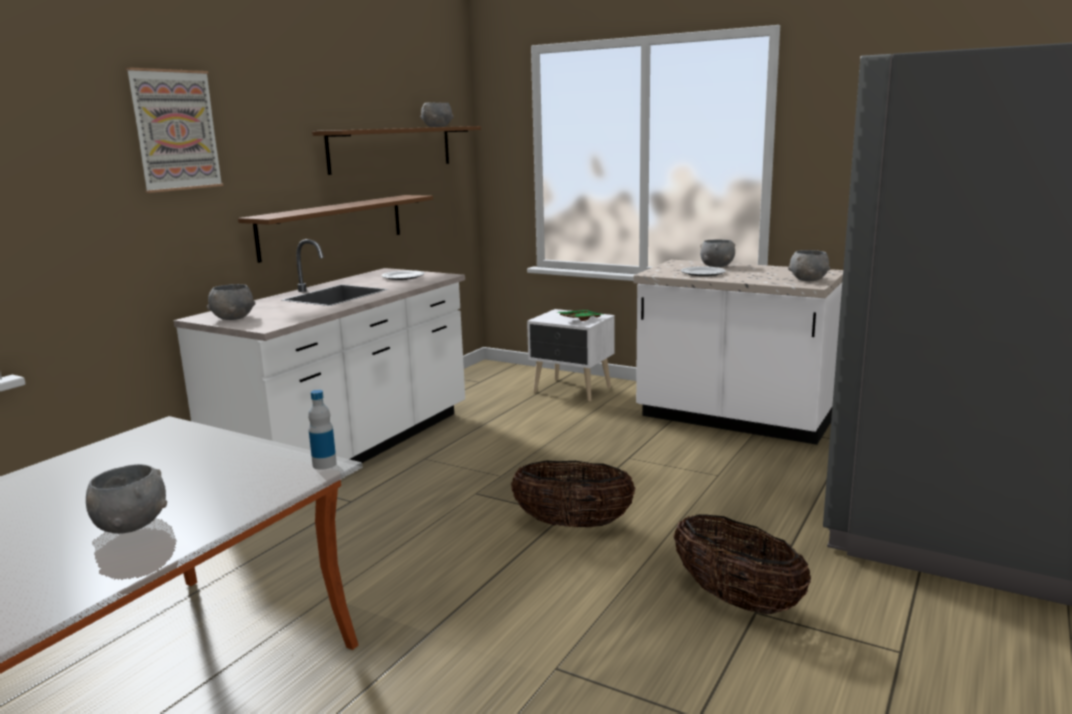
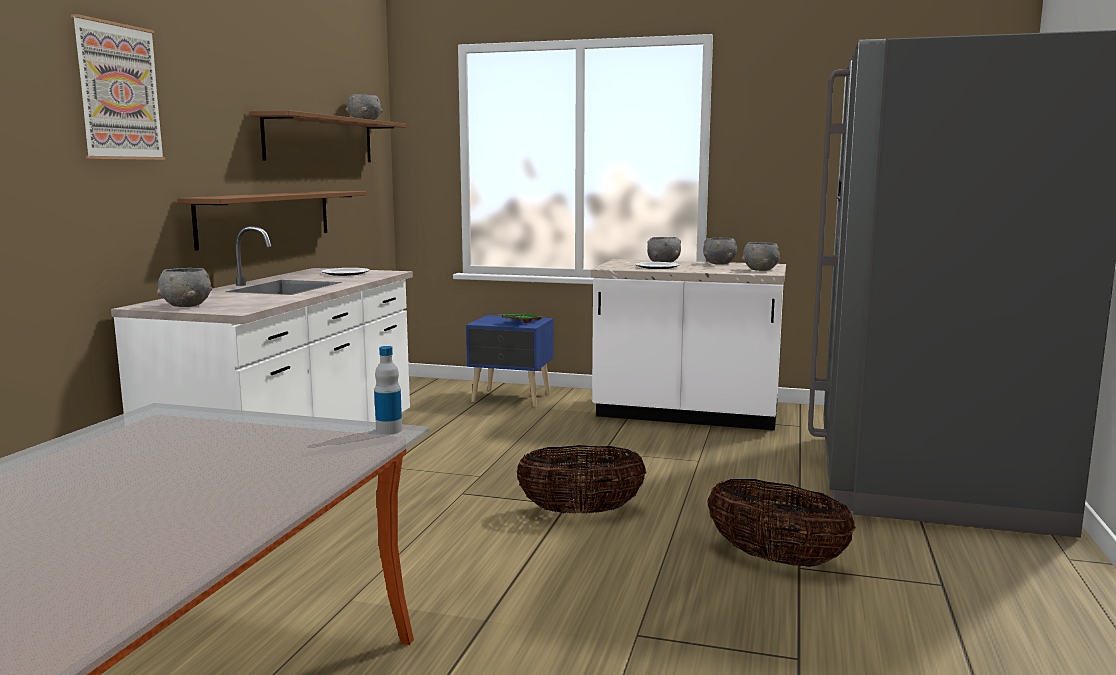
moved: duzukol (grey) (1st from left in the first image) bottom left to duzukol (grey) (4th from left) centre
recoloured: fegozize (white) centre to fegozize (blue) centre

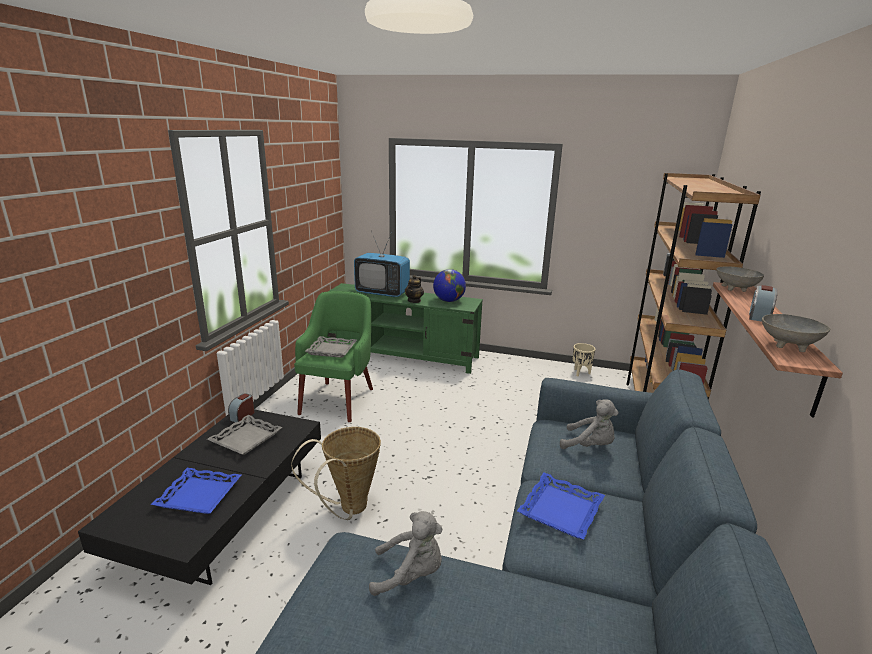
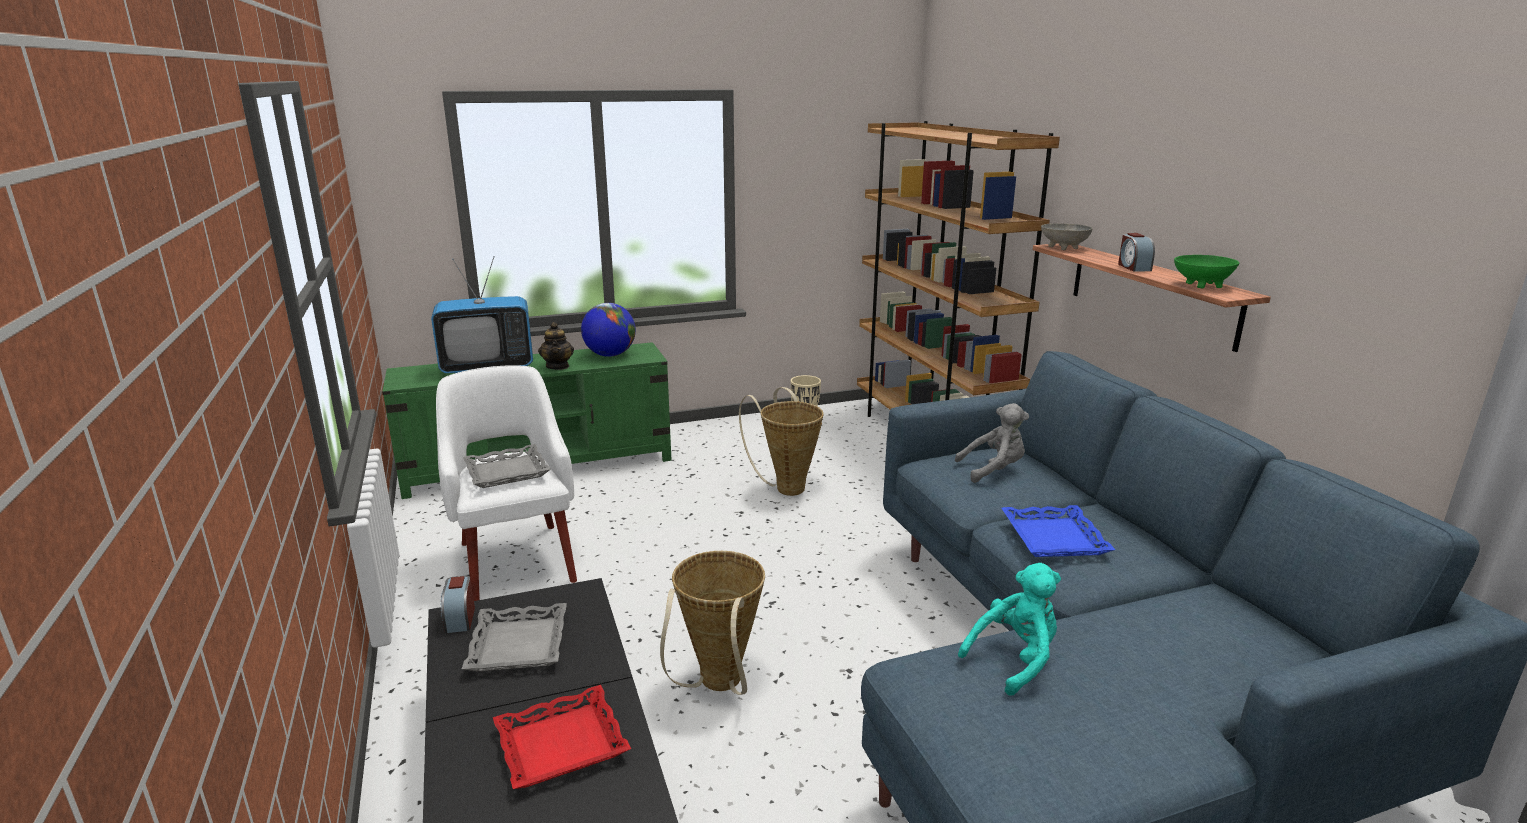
added: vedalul (2nd from left) centre
recoloured: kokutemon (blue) (1st from left) bottom left to kokutemon (red) bottom centre; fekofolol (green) centre to fekofolol (white) middle left; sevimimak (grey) (1st from left) bottom centre to sevimimak (turquoise) bottom centre; duzukol (grey) (2nd from left) middle right to duzukol (green) top right

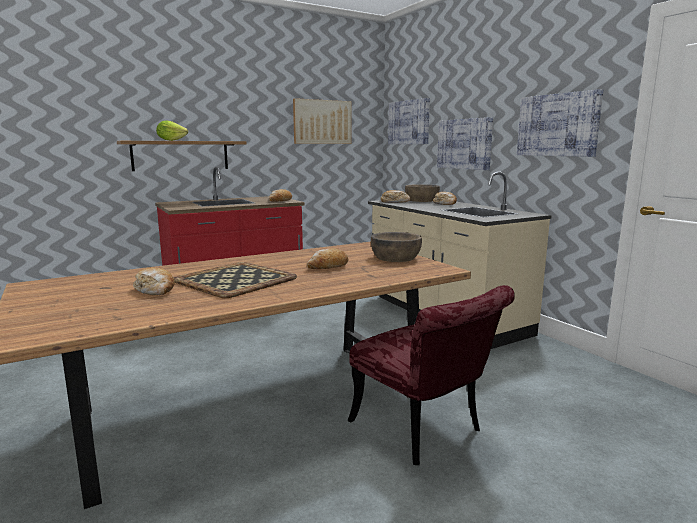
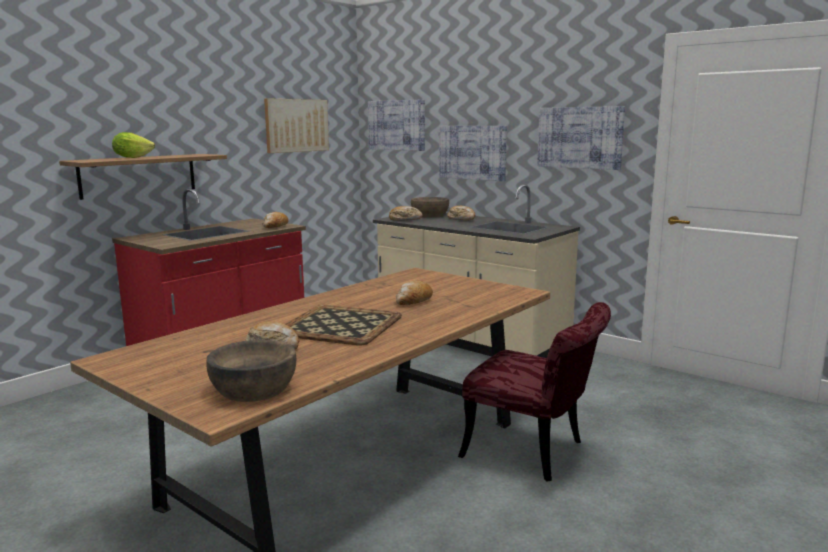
moved: duzukol (brown) (1st from left) centre to bottom left

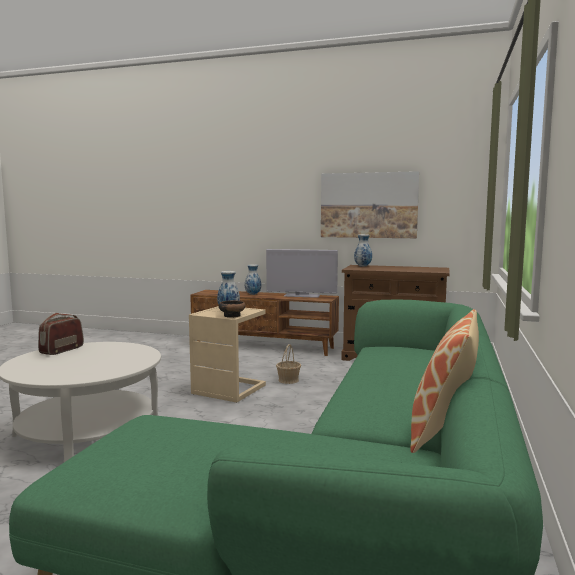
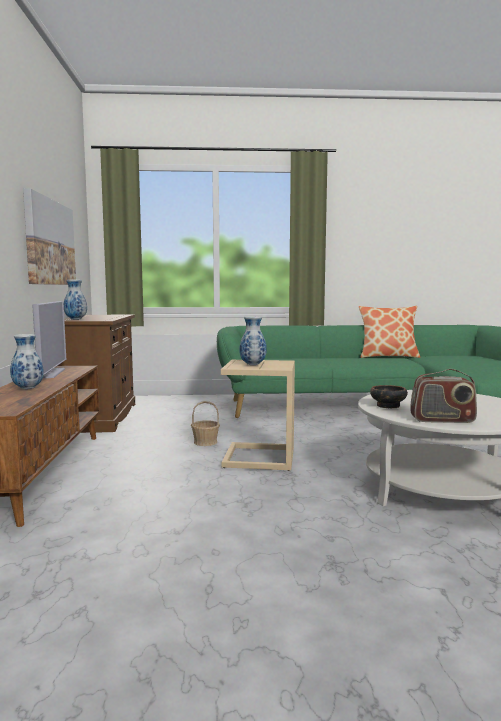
moved: duzukol centre to middle right

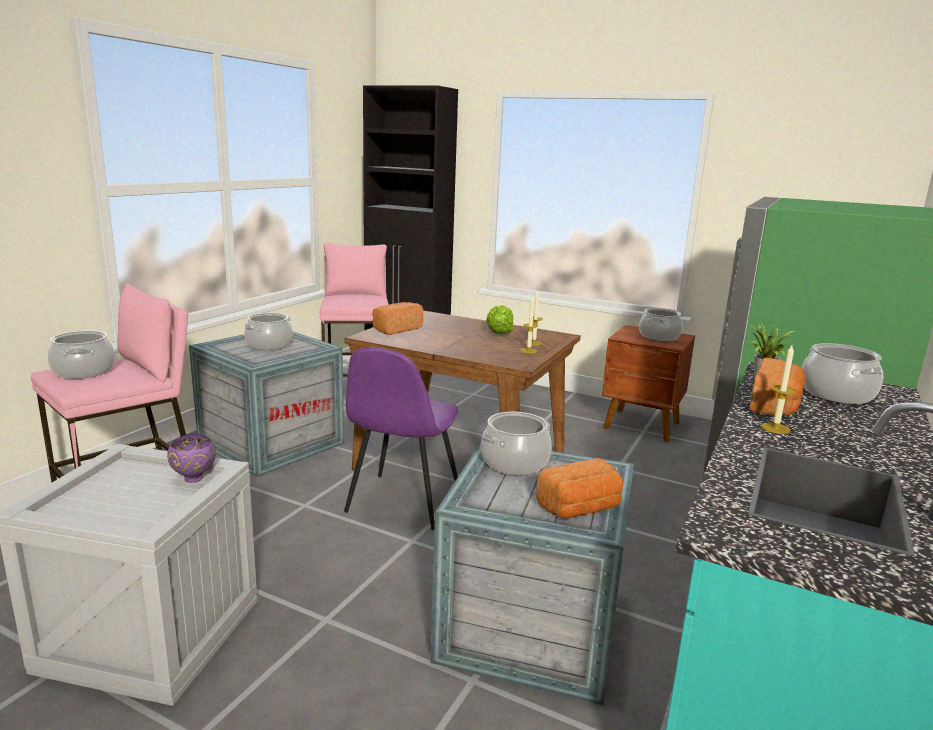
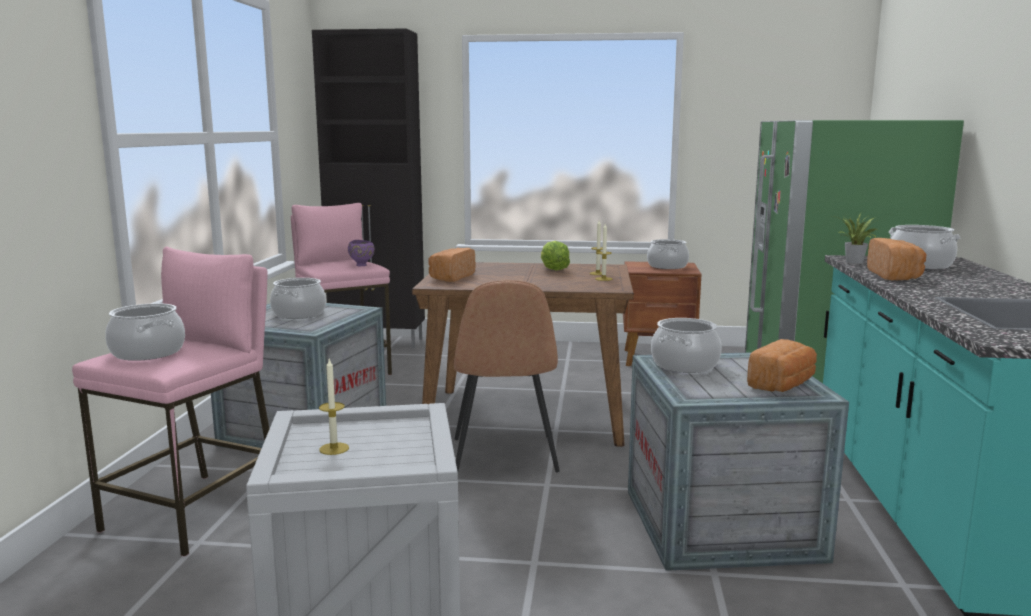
moved: duzukol (purple) middle left to centre; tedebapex (3rd from left in the first image) middle right to tedebapex (1st from left) middle left
recoloured: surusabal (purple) centre to surusabal (brown) centre

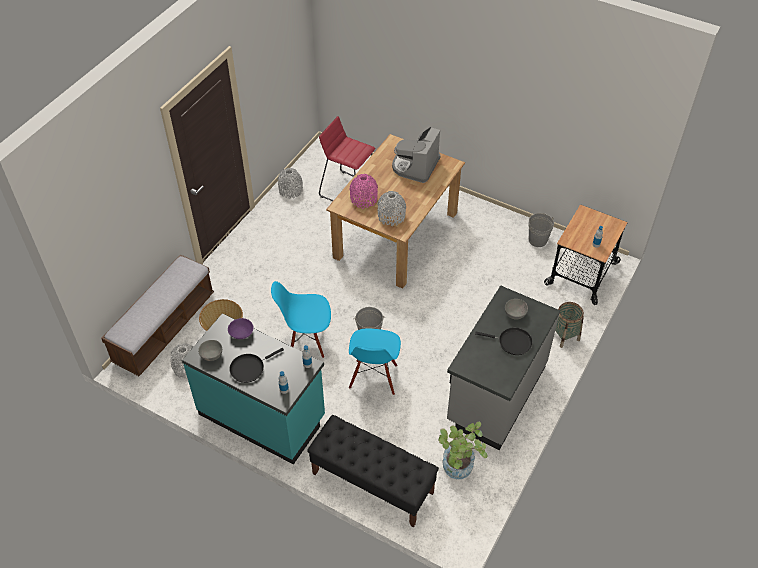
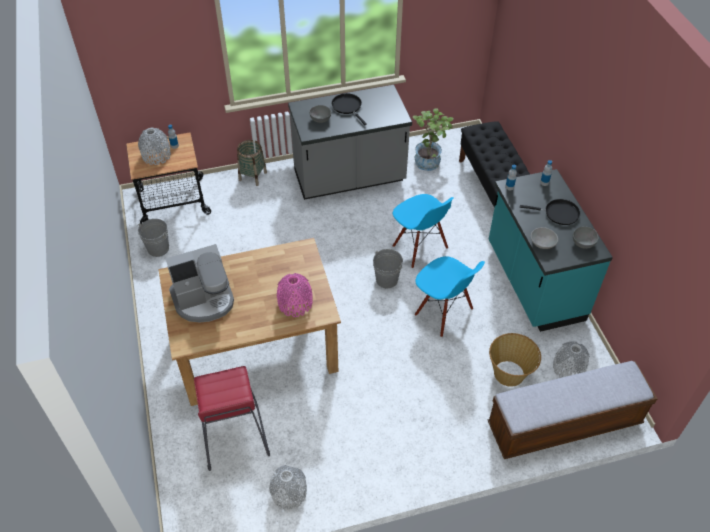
moved: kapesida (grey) (3rd from left in the first image) centre to kapesida (grey) (1st from left) top left
recoloured: duzukol (purple) middle left to duzukol (grey) (2nd from left) middle right
turned: surusabal (blue) (2nd from left in the first image) centre = centre 90 degrees clockwise

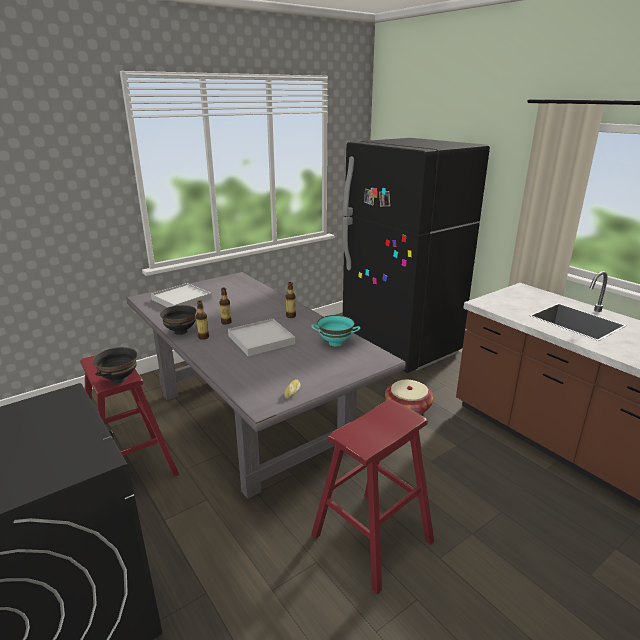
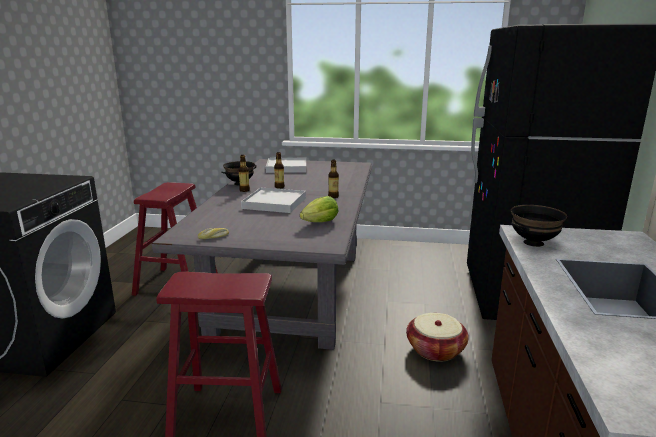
moved: duzukol (black) (1st from left in the first image) middle left to duzukol (black) (2nd from left) middle right
replaced: duzukol (turquoise) centre to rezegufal centre

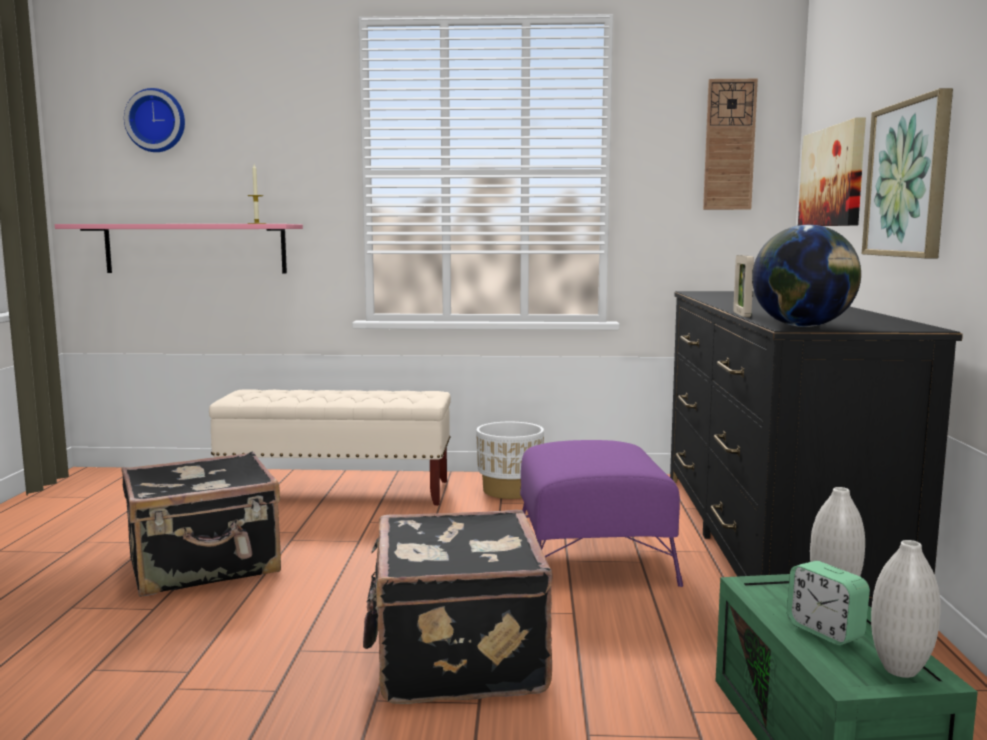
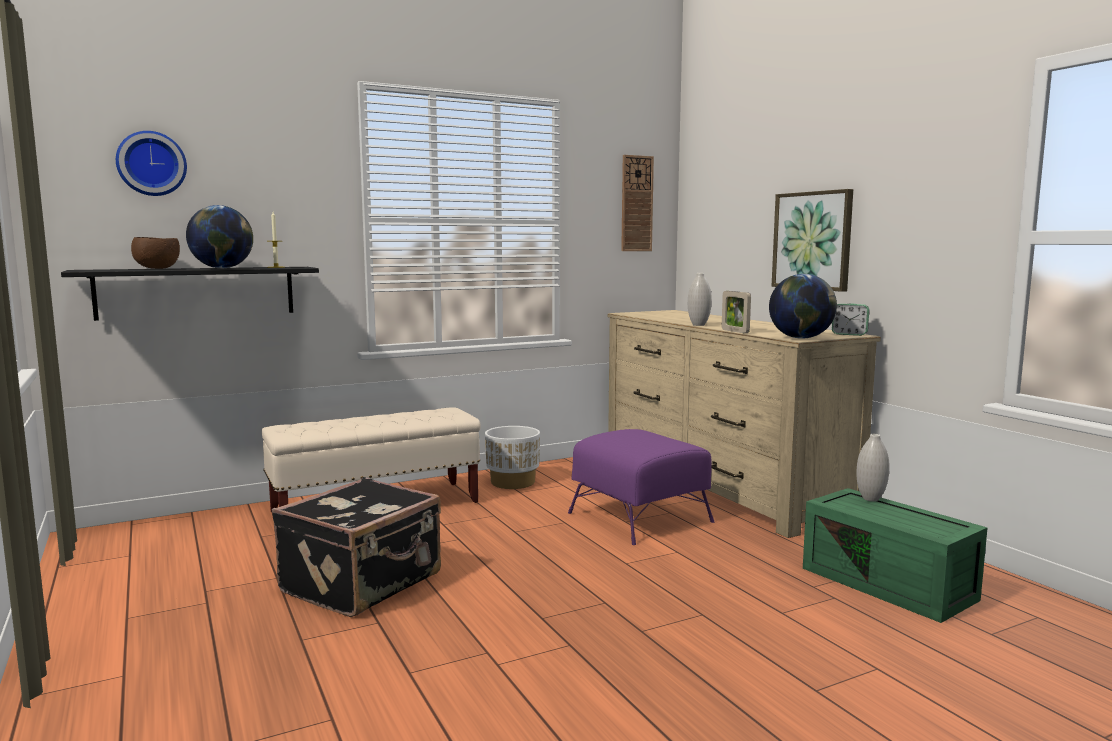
removed: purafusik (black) (2nd from left) bottom centre; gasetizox (1st from left) top right
added: duzukol (brown) middle left; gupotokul (1st from left) top left
moved: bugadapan bottom right to middle right; kapesida (white) (2nd from left in the first image) bottom right to kapesida (white) (1st from left) centre
recoloured: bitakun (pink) middle left to bitakun (black) middle left; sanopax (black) middle right to sanopax (beige) middle right

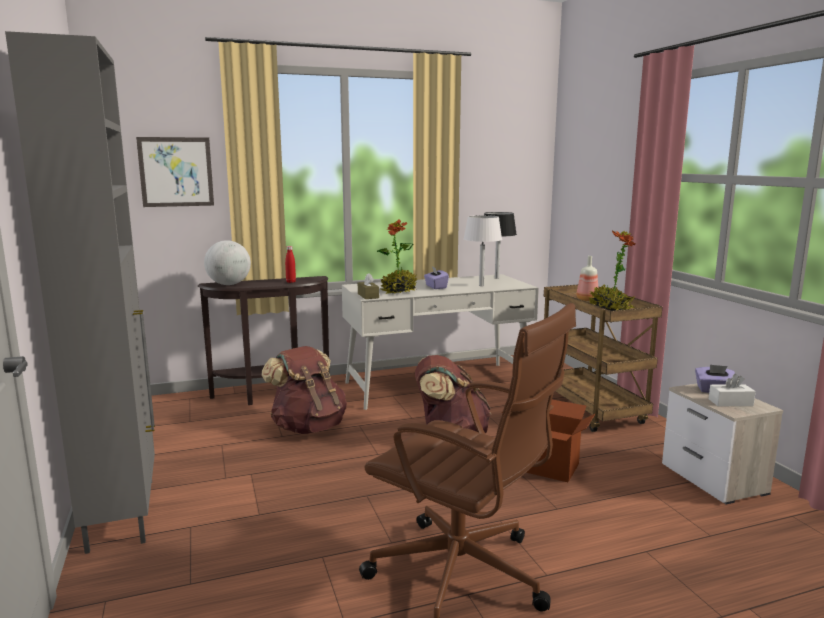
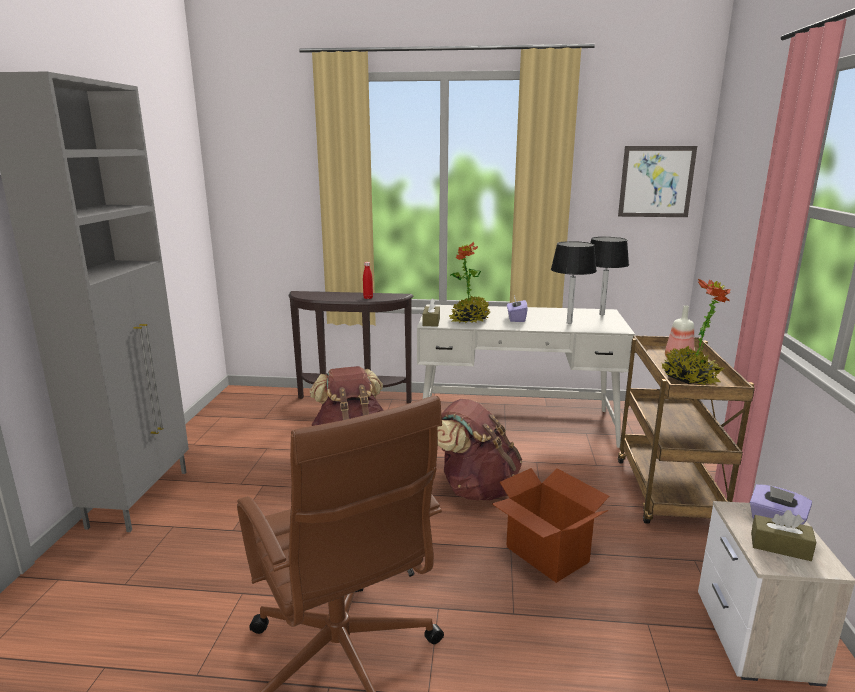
removed: gupotokul middle left
moved: gasetizox top left to top right
recoloured: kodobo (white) centre to kodobo (black) (1st from left) middle right; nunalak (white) middle right to nunalak (brown) (2nd from left) bottom right

